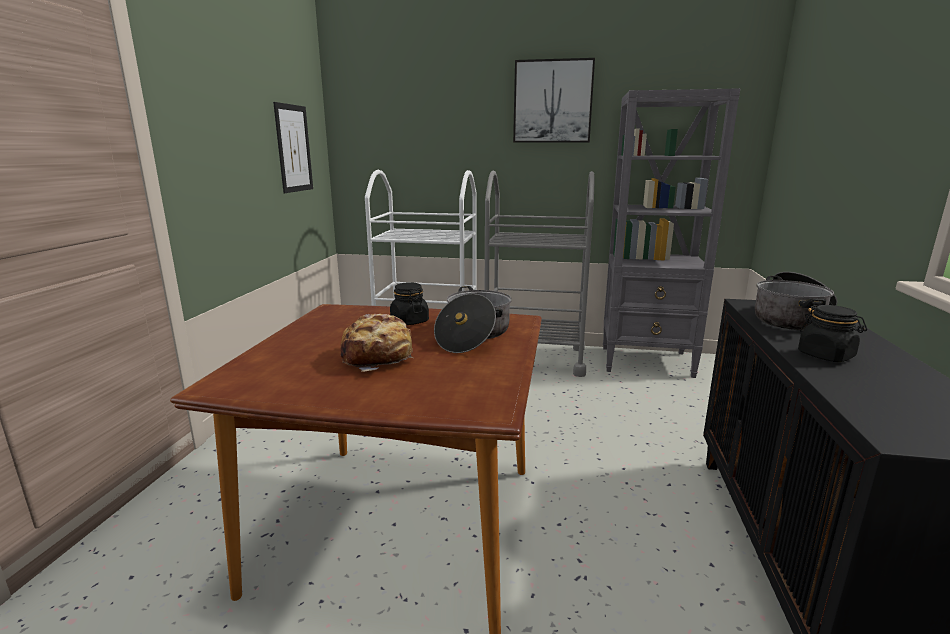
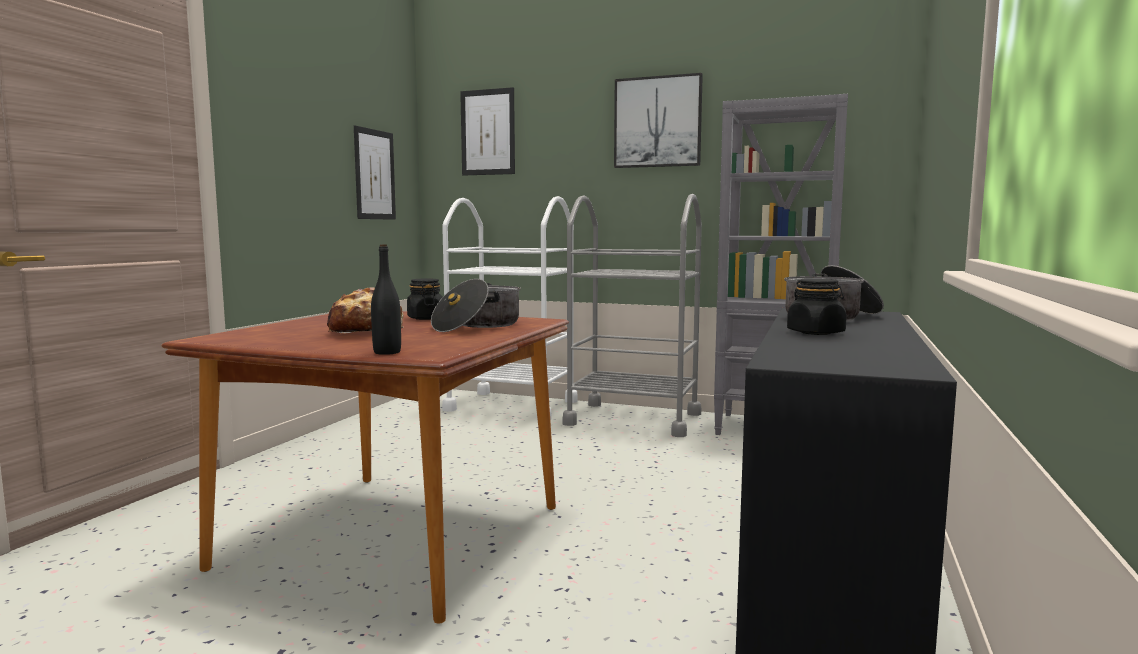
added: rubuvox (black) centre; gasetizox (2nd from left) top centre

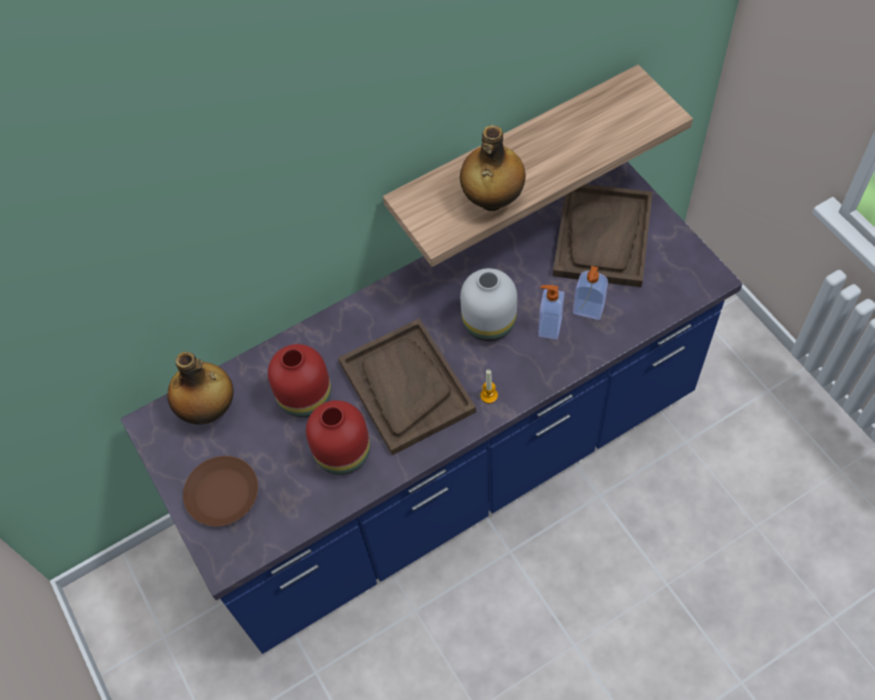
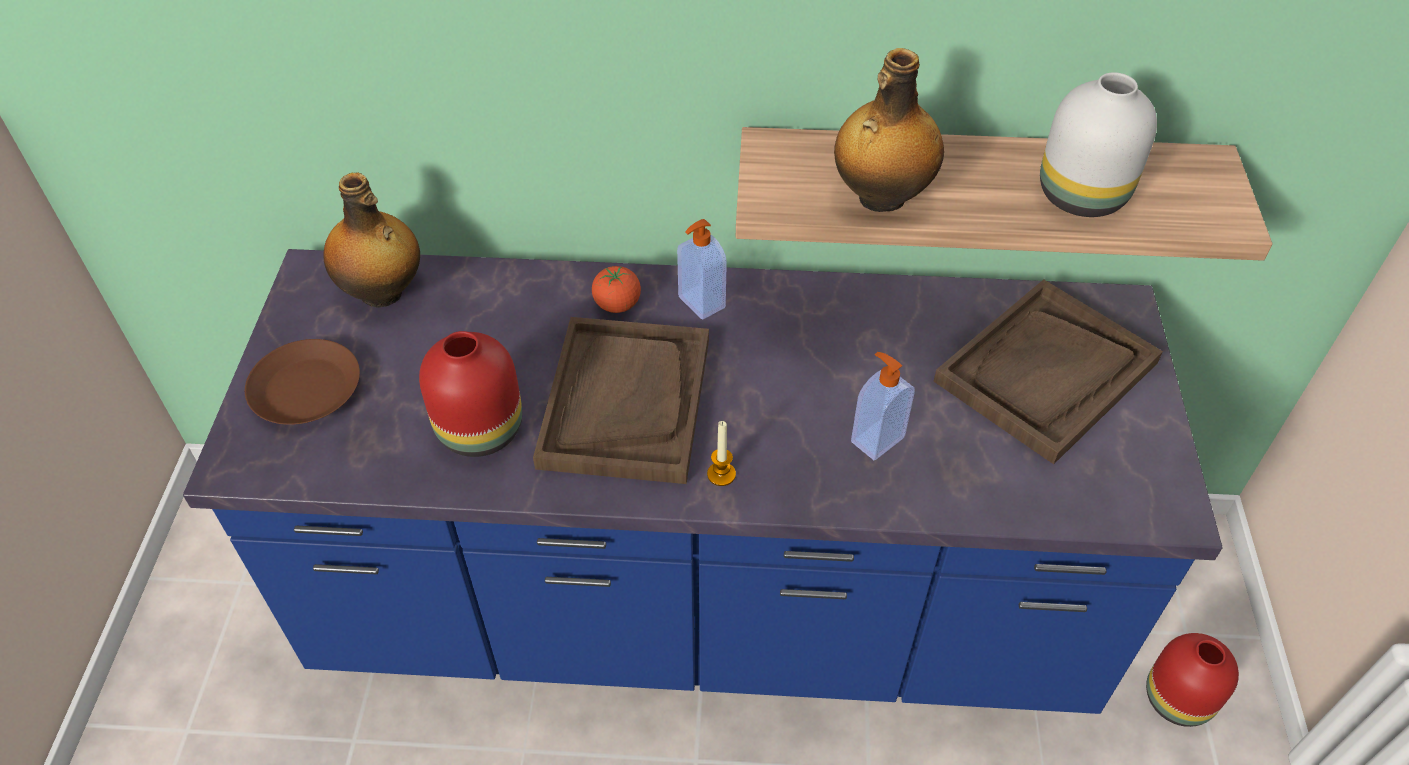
added: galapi centre
moved: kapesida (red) (1st from left in the first image) centre to kapesida (red) (2nd from left) bottom right; kapesida (white) centre to top right; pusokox (2nd from left in the first image) middle right to pusokox (1st from left) centre

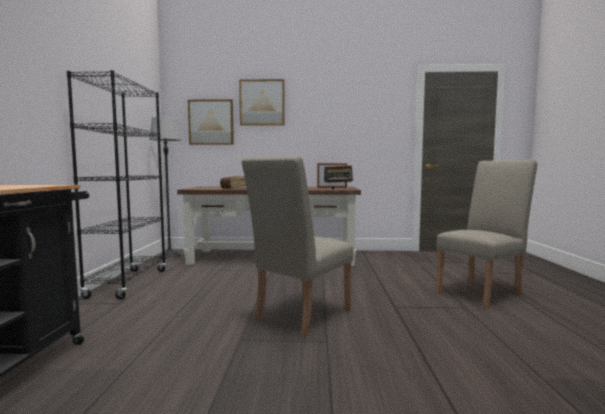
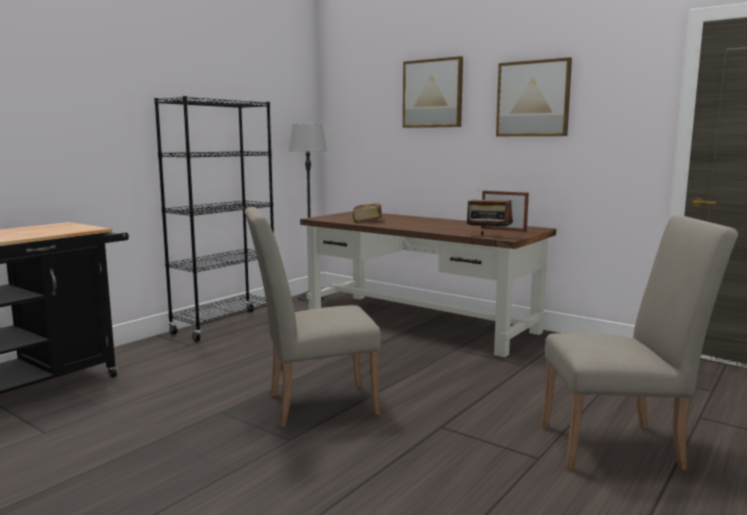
moved: gasetizox (1st from left in the first image) top centre to gasetizox (2nd from left) top right

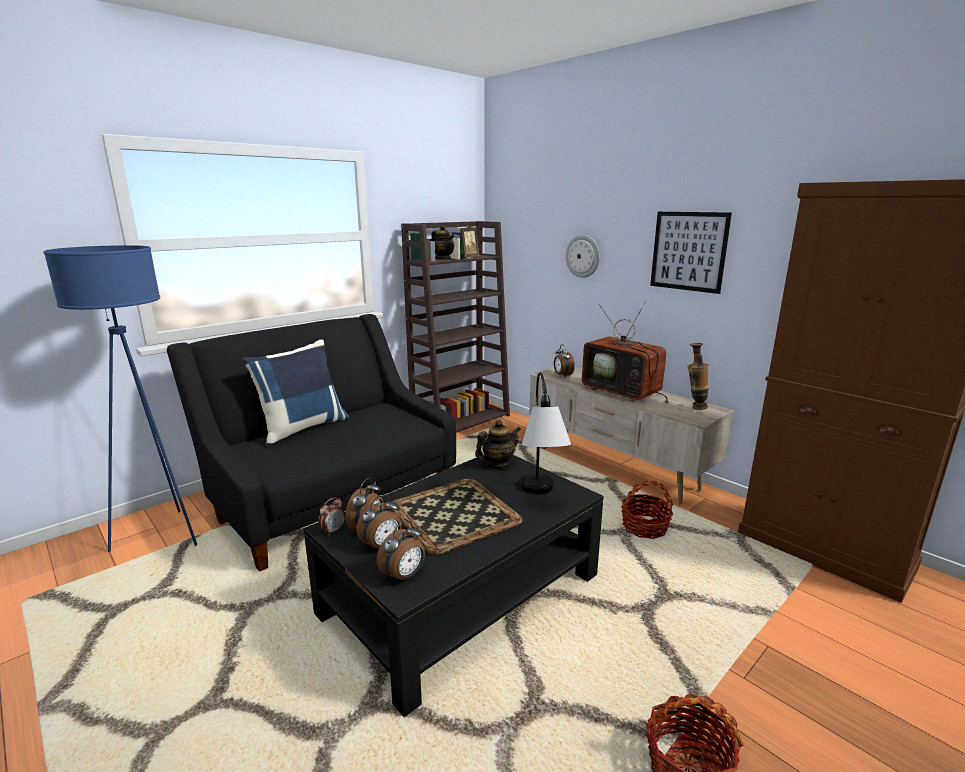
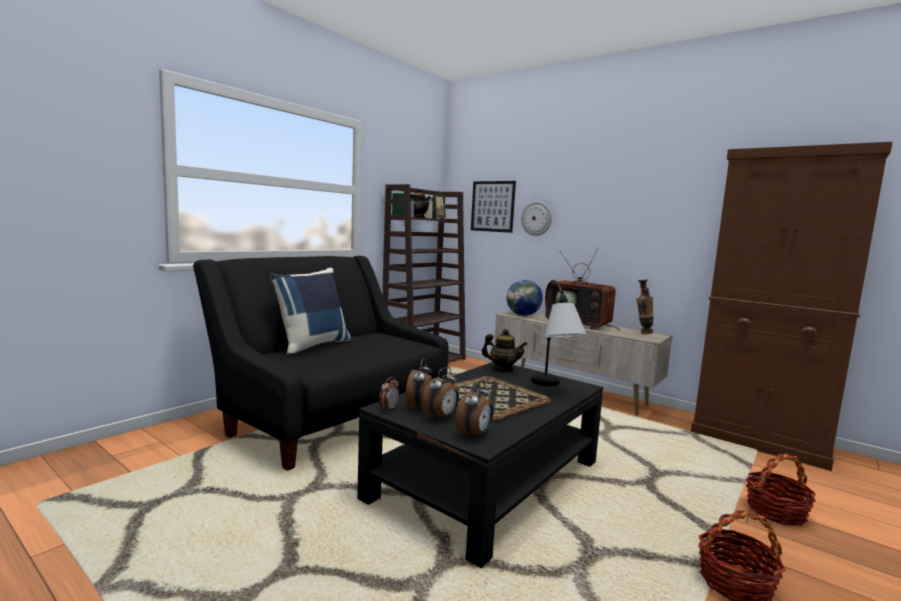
removed: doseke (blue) middle left
moved: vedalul (1st from left in the first image) middle right to vedalul (2nd from left) bottom right; gasetizox top right to centre
replaced: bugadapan (5th from left) centre to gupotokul centre
turned: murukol (2nd from left) centre = centre 60 degrees clockwise

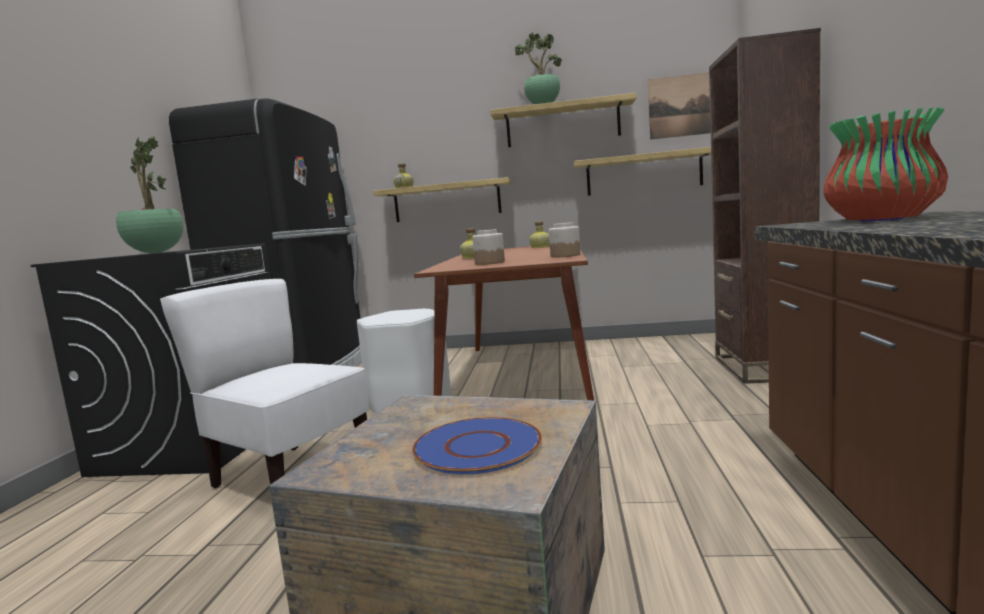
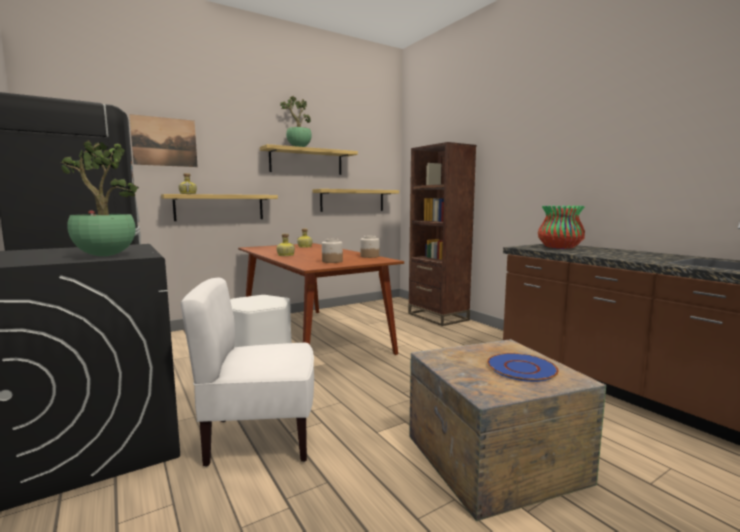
moved: gasetizox top right to top left

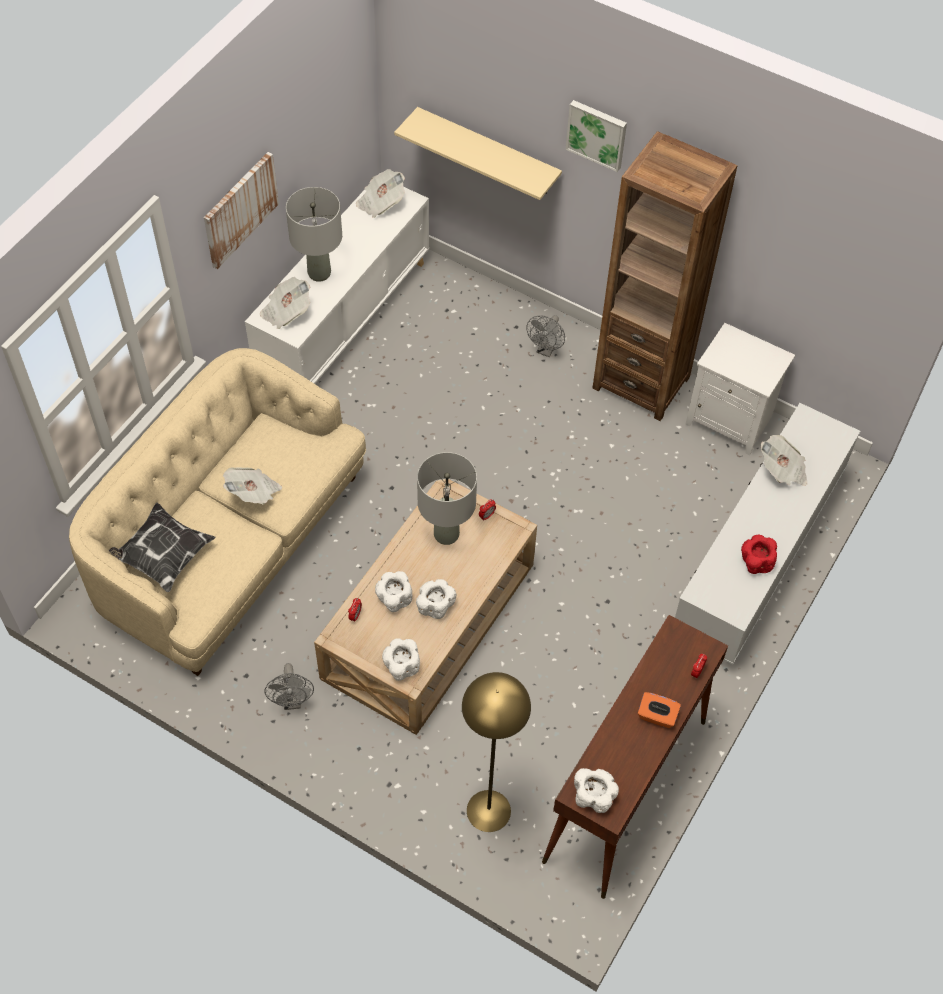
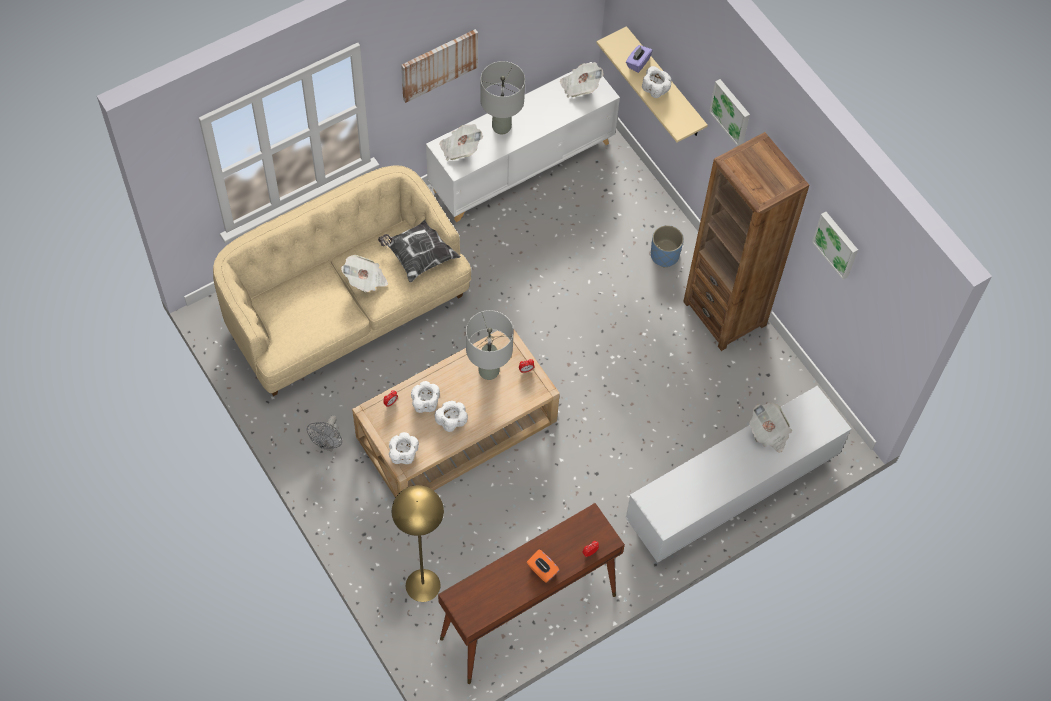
removed: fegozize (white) middle right; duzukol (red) middle right
added: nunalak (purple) top centre; gasetizox (3rd from left) middle right
moved: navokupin middle left to centre; duzukol (white) (4th from left) bottom centre to top centre
replaced: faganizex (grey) (2nd from left) centre to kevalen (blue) centre

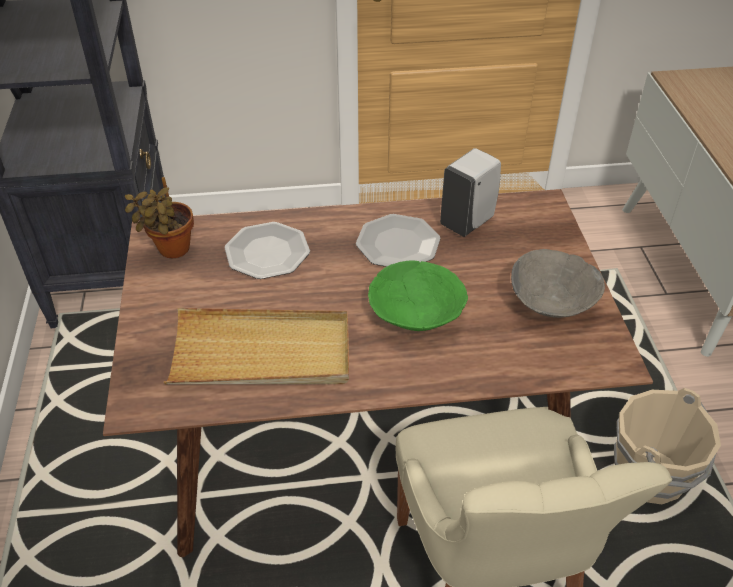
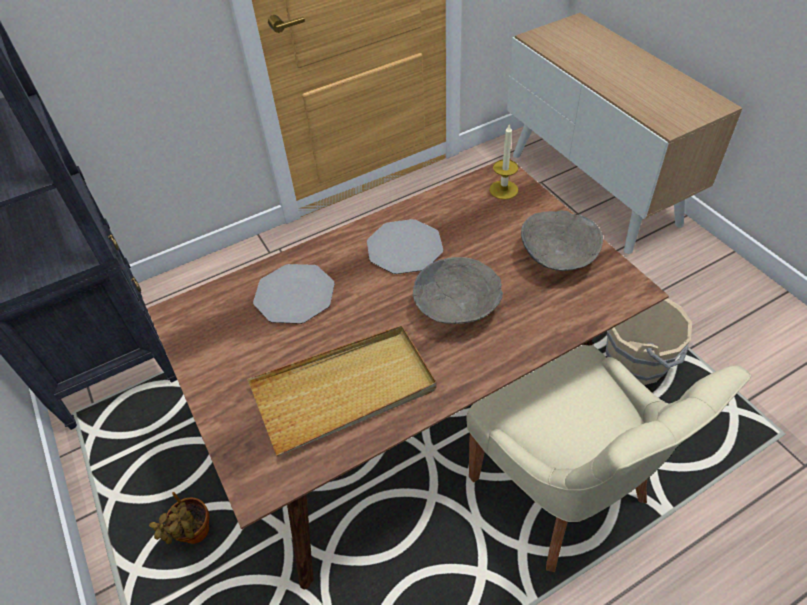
removed: pusokox (white) top centre
added: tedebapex top centre
moved: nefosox middle left to bottom left
recoloured: duzukol (green) centre to duzukol (grey) (1st from left) centre

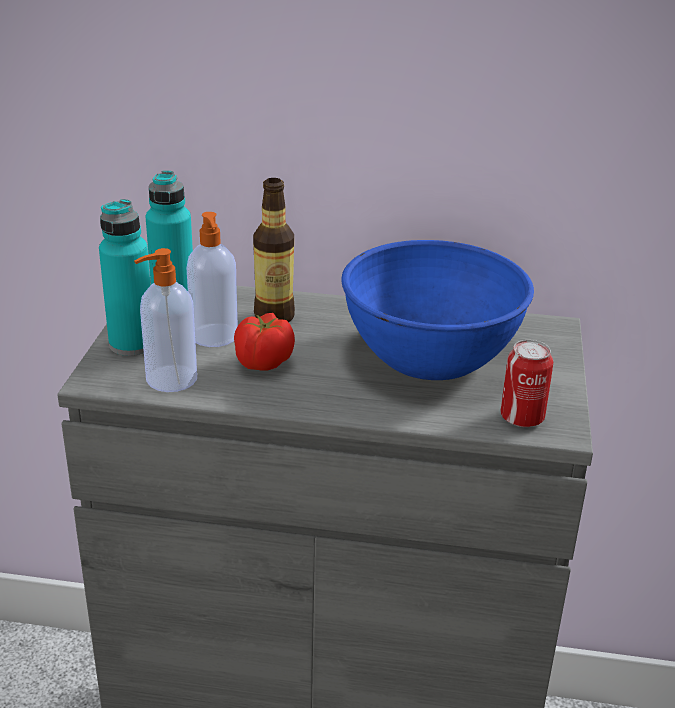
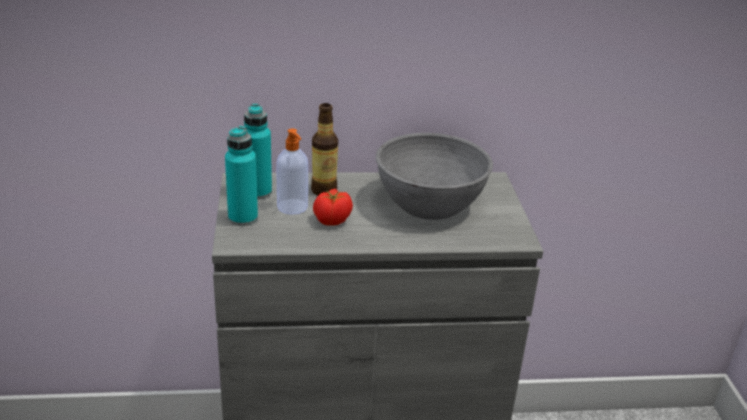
removed: pusokox (1st from left) middle left; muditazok middle right
recoloured: duzukol (blue) centre to duzukol (grey) centre

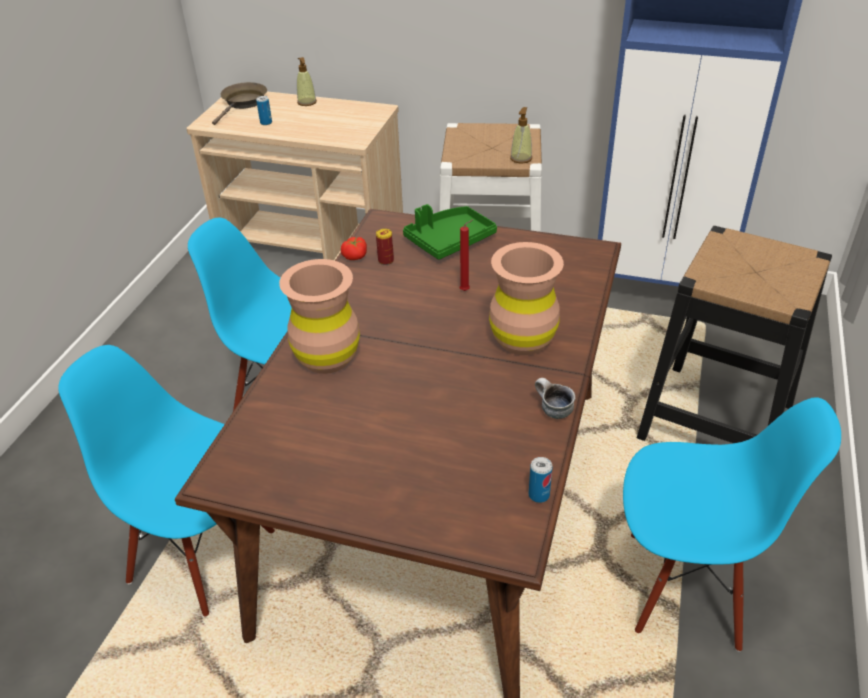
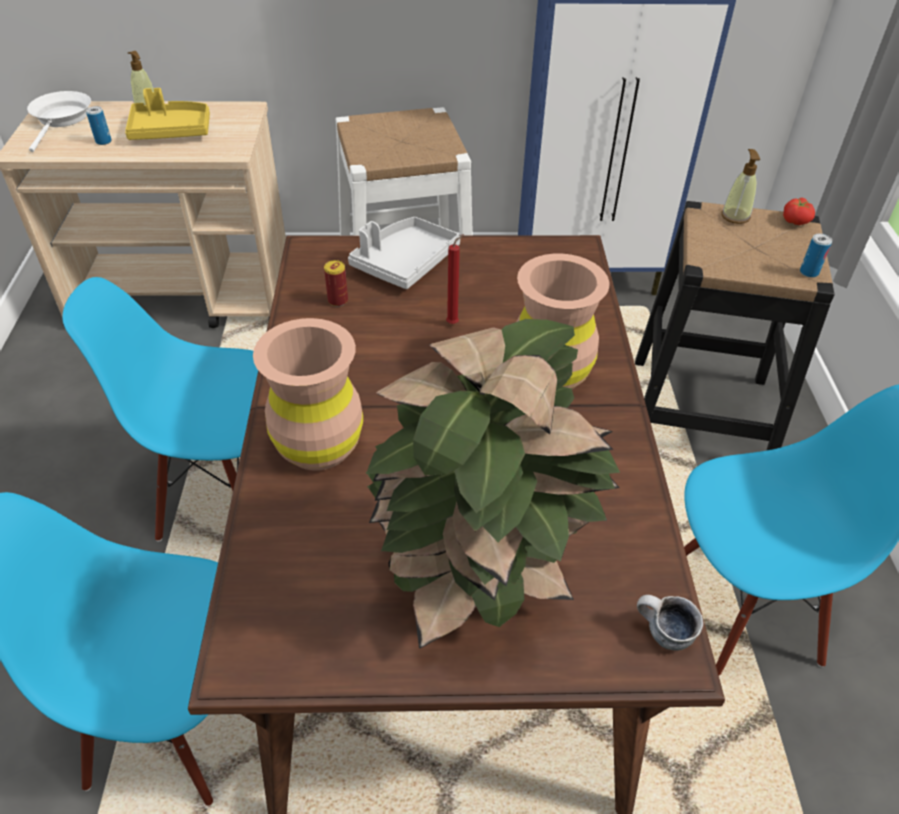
added: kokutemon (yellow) top left; nefosox centre
moved: galapi centre to top right; pusokox (2nd from left) top centre to top right; muditazok (3rd from left) bottom centre to top right; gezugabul centre to bottom right
recoloured: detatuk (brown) top left to detatuk (white) top left; kokutemon (green) top centre to kokutemon (grey) top centre

